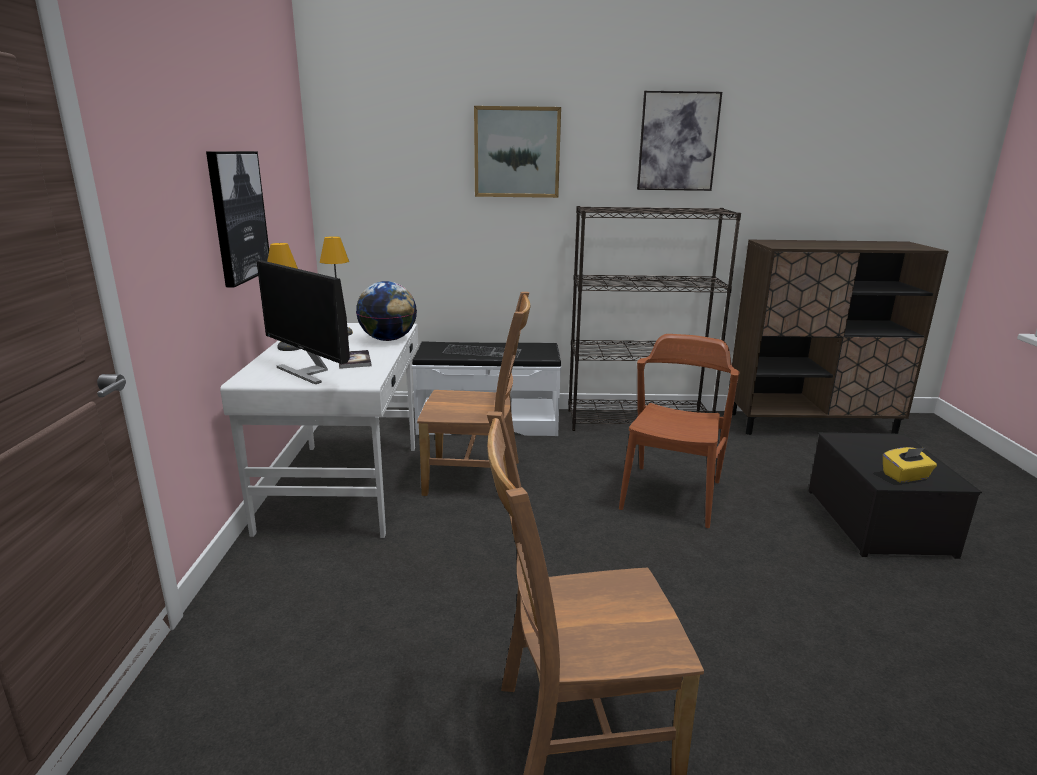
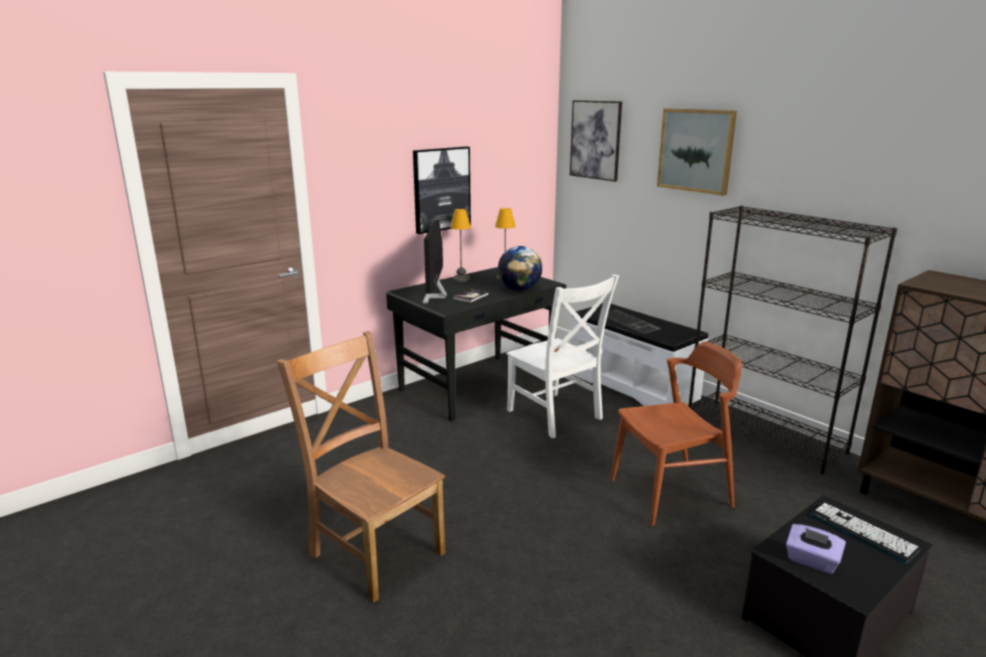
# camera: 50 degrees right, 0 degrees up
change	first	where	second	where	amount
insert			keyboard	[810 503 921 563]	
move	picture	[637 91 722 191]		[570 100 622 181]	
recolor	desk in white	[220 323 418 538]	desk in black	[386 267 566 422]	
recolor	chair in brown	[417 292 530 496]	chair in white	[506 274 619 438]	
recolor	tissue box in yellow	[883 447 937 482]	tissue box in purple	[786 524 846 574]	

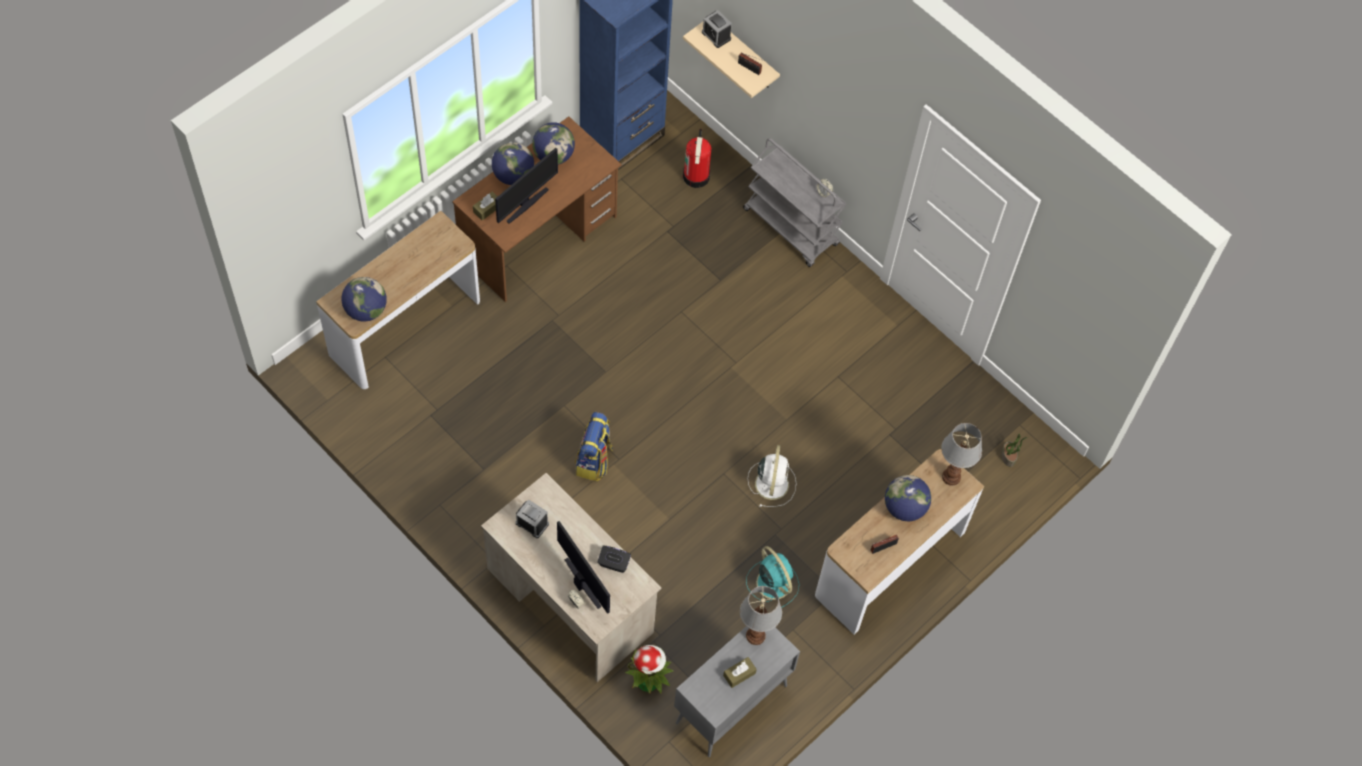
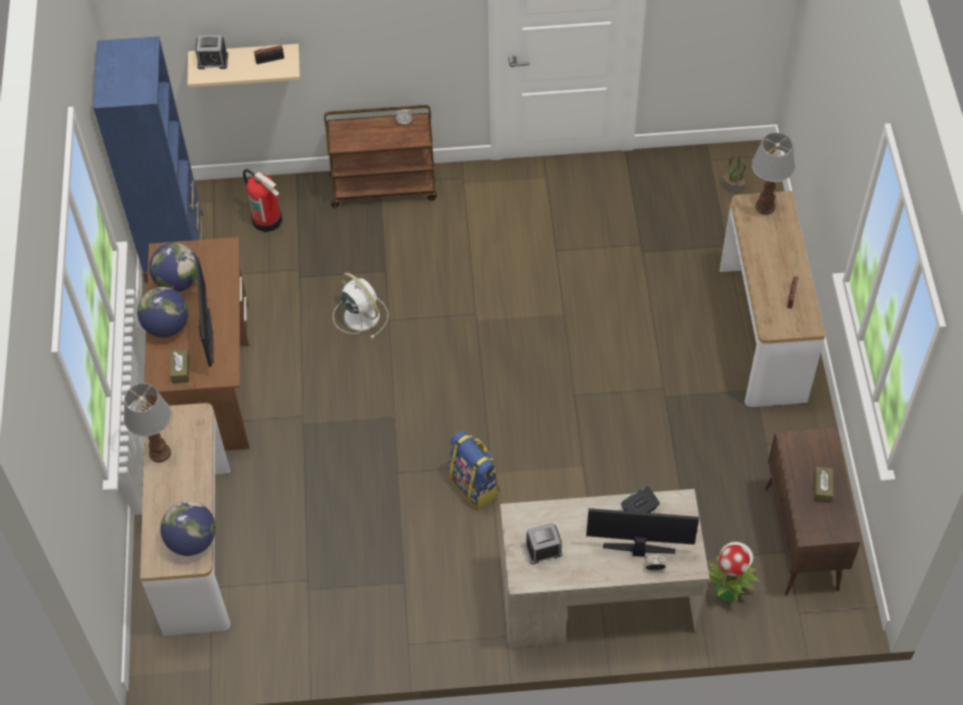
# camera: 45 degrees left, 5 degrees down
change	first	where	second	where	amount
delete	fan in turquoise	[746 546 799 608]			
delete	globe	[885 475 931 521]			
move	table lamp	[740 586 782 645]		[124 383 171 463]	
move	fan in white	[748 445 797 507]		[333 273 388 339]	
recolor	cabinet in grey	[674 626 800 757]	cabinet in brown	[765 428 861 595]	
recolor	cart in grey	[743 138 847 267]	cart in brown	[324 105 437 208]	

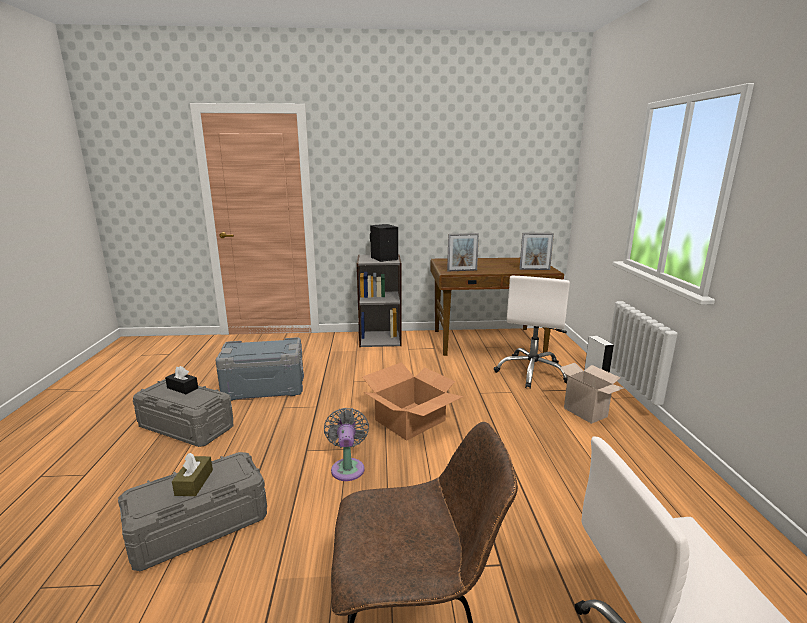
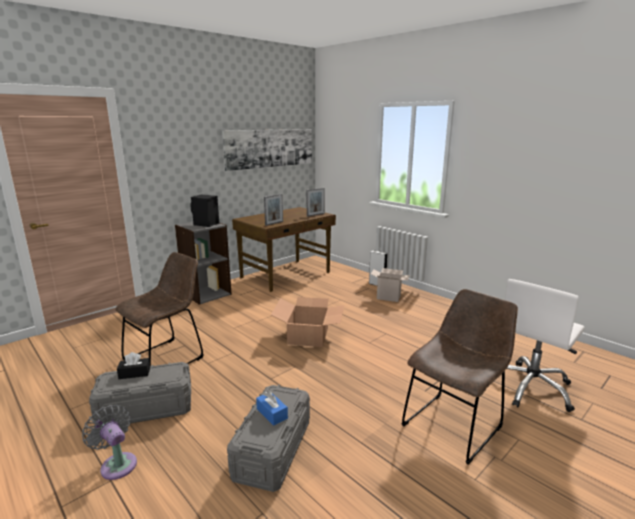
# camera: 40 degrees left, 0 degrees up
change	first	where	second	where	amount
delete	office chair in white	[494 276 570 389]			
insert			picture	[222 129 312 171]	
move	fan in grey	[324 408 369 481]		[82 405 137 480]	
replace	storage box in grey	[215 337 304 401]	chair in brown	[115 252 203 366]	
recolor	tissue box in brown	[172 453 213 496]	tissue box in blue	[256 391 288 426]	

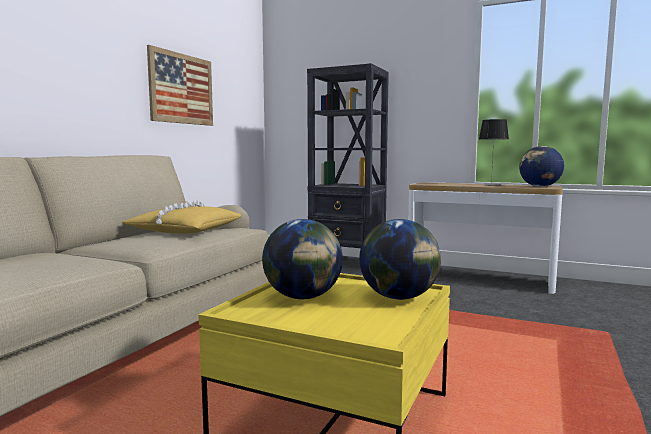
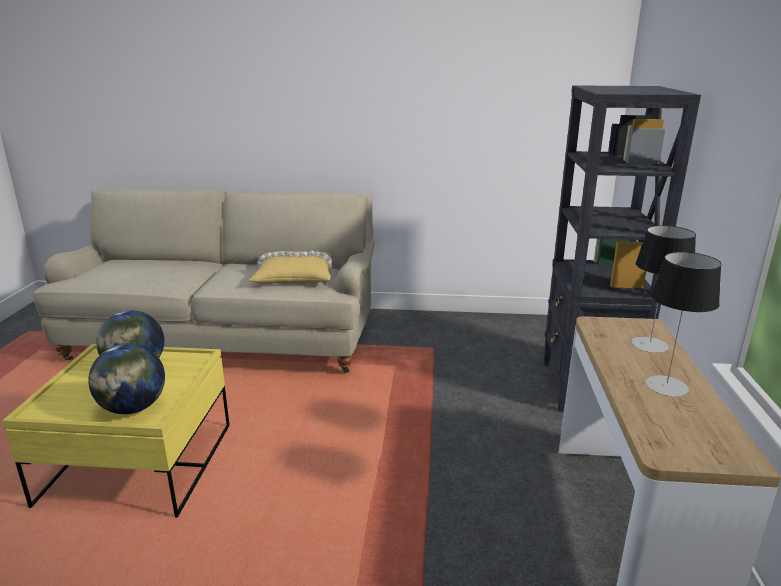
# camera: 70 degrees right, 15 degrees up
change	first	where	second	where	amount
delete	picture	[147 45 213 126]			
delete	globe	[519 146 564 187]			
insert			table lamp	[631 225 696 353]	

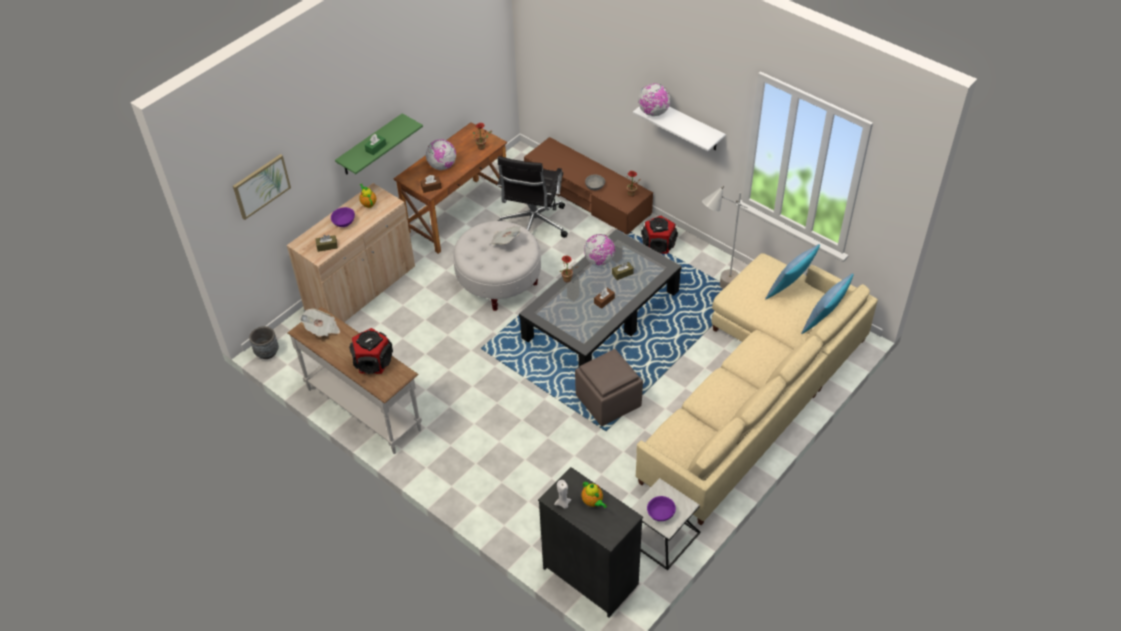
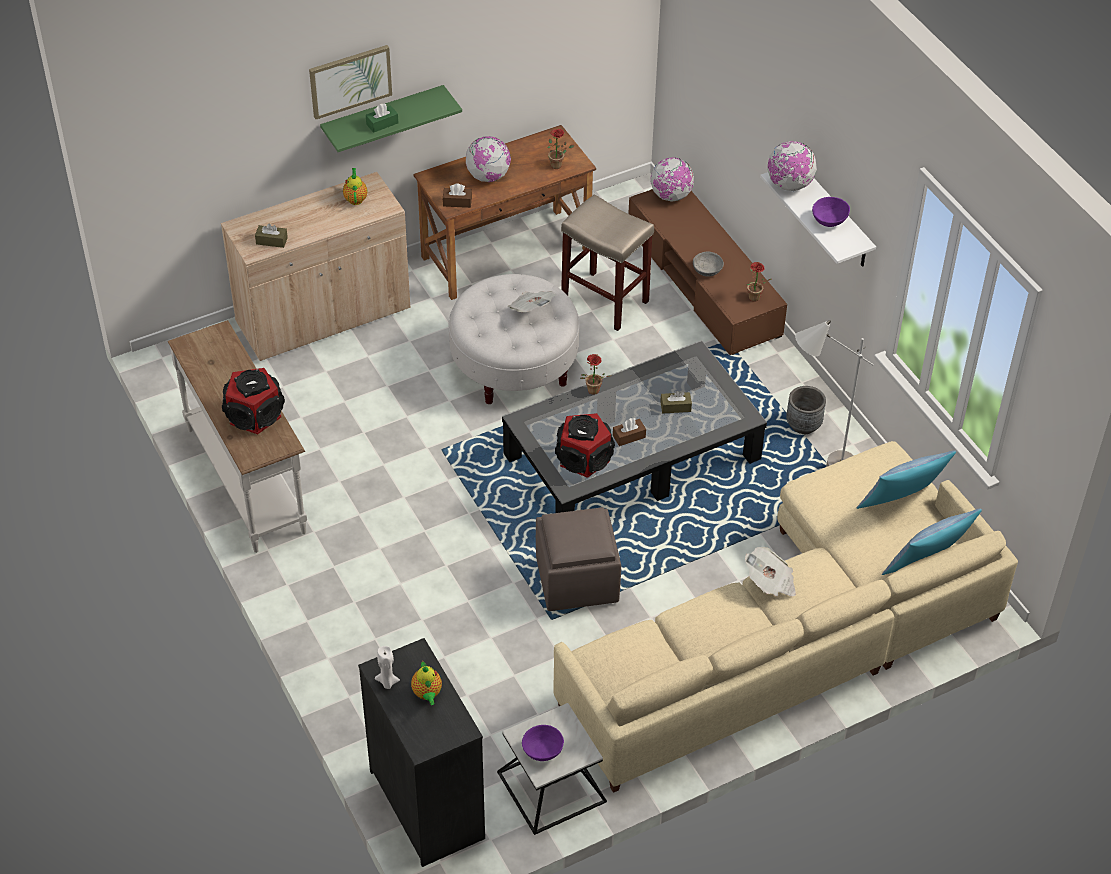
# camera: 20 degrees right, 0 degrees up
change	first	where	second	where	amount
move	picture	[233 154 291 220]		[309 45 392 119]	
move	planter in grey	[249 326 279 359]		[786 386 826 434]	
move	newspaper	[299 308 340 337]		[745 547 796 597]	
move	bowl in purple	[331 207 355 227]		[812 197 850 227]	
move	globe	[584 234 616 266]		[650 158 694 202]	
move	speaker	[641 215 678 254]		[555 413 615 478]	
replace	office chair in black	[497 156 568 238]	stool in beige	[561 194 654 331]	

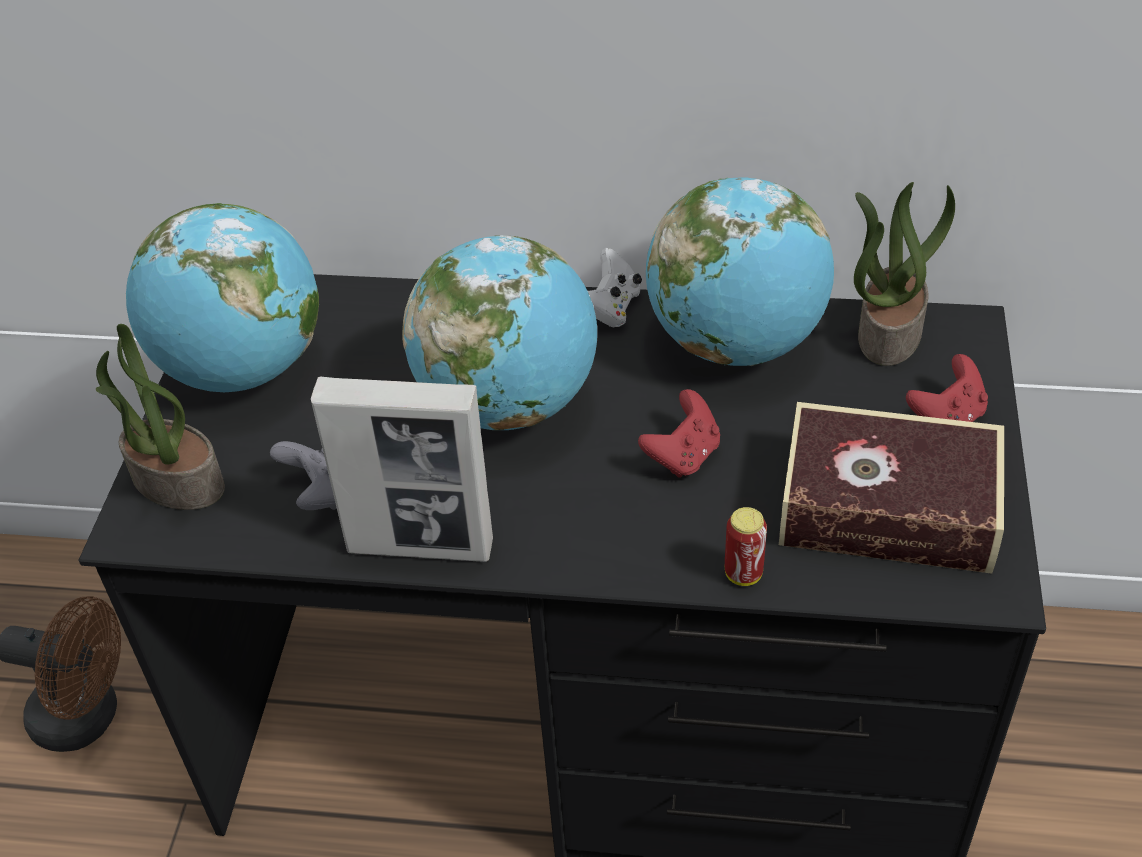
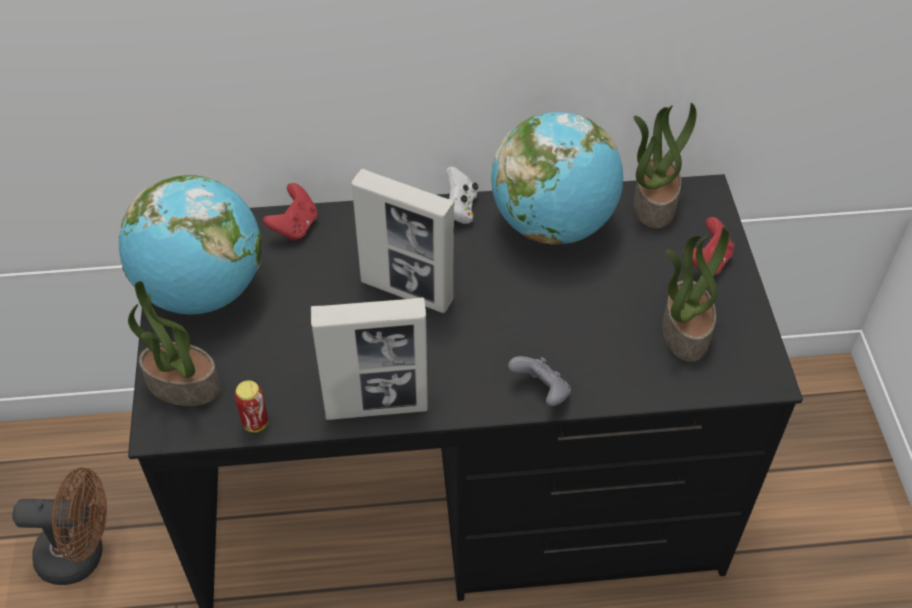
# camera: 15 degrees left, 5 degrees up
change	first	where	second	where	amount
move	game controller in grey	[270 441 337 510]		[508 356 571 406]	
move	game controller in red	[638 389 720 478]		[263 183 317 241]	
move	can	[725 507 767 586]		[234 380 268 432]	
replace	globe	[402 235 597 430]	picture frame	[352 169 455 313]	
replace	book	[779 402 1004 574]	potted plant	[662 227 729 362]	

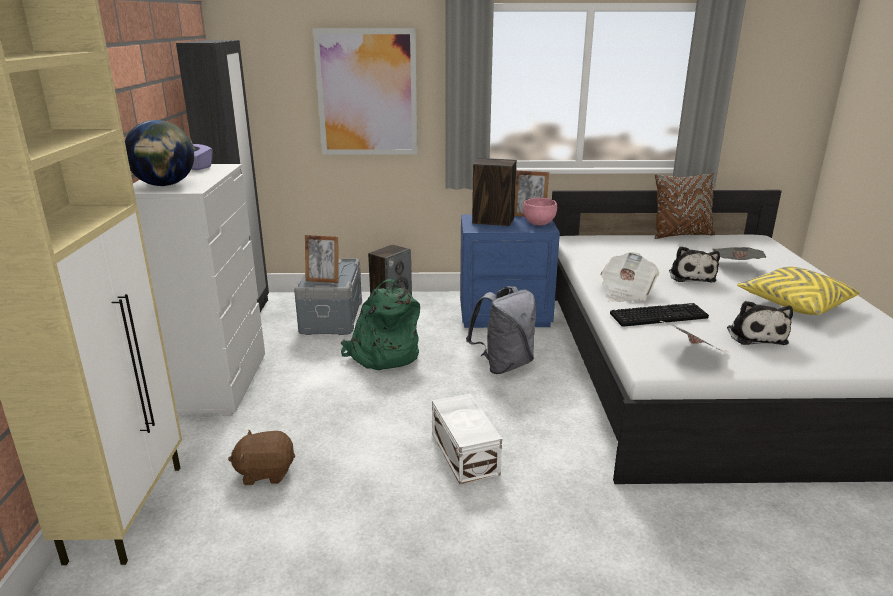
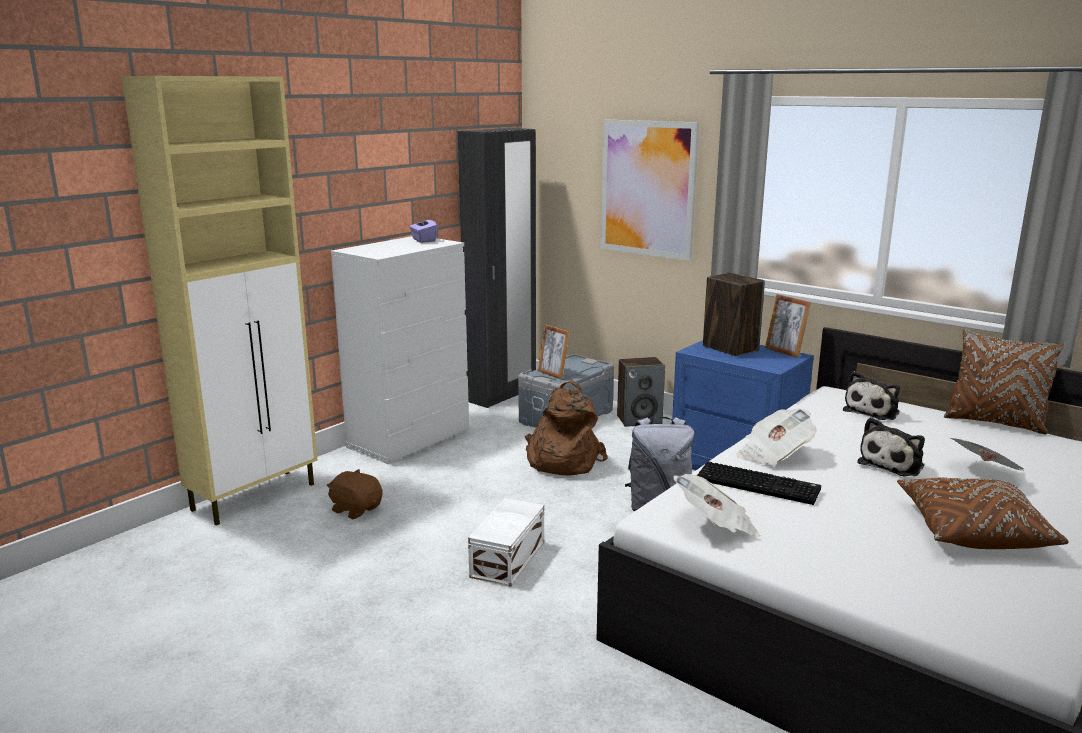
# camera: 40 degrees right, 5 degrees down
change	first	where	second	where	amount
delete	globe	[125 120 194 186]			
delete	bowl in pink	[523 198 557 225]			
move	plush toy	[727 301 793 345]		[843 371 900 420]	
recolor	backpack in green	[341 279 420 370]	backpack in brown	[525 381 608 475]	
recolor	pillow in yellow	[737 267 859 315]	pillow in brown	[897 478 1069 549]	

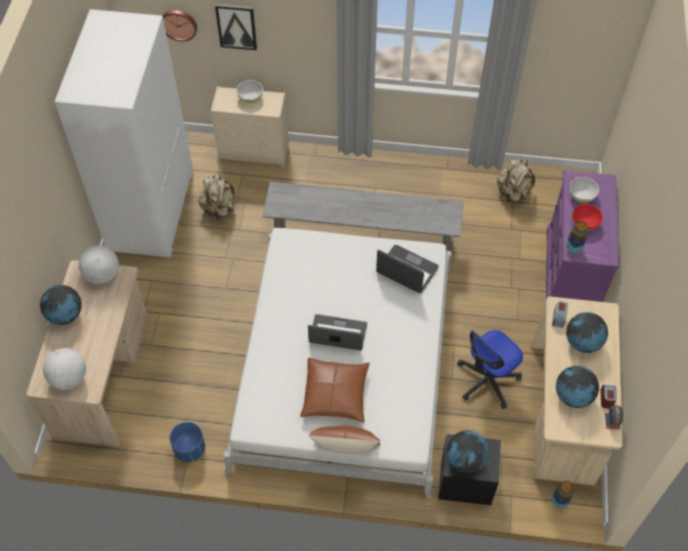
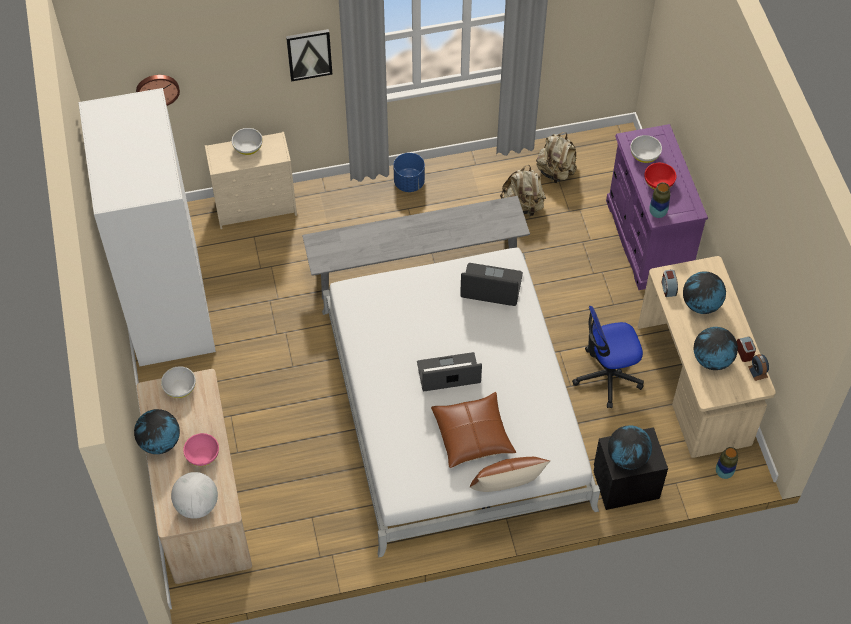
# camera: 20 degrees left, 0 degrees up
change	first	where	second	where	amount
insert			bowl in pink	[183 433 219 466]	
move	planter in blue	[170 422 205 462]		[393 153 425 192]	
move	backpack in beige	[198 174 236 220]		[500 165 546 217]	
move	picture	[215 4 257 50]		[286 29 333 81]	
replace	globe	[79 245 119 284]	bowl in white	[161 366 196 398]	
rotate	office chair	[457 330 523 409]		[572 306 644 408]	45 degrees clockwise

